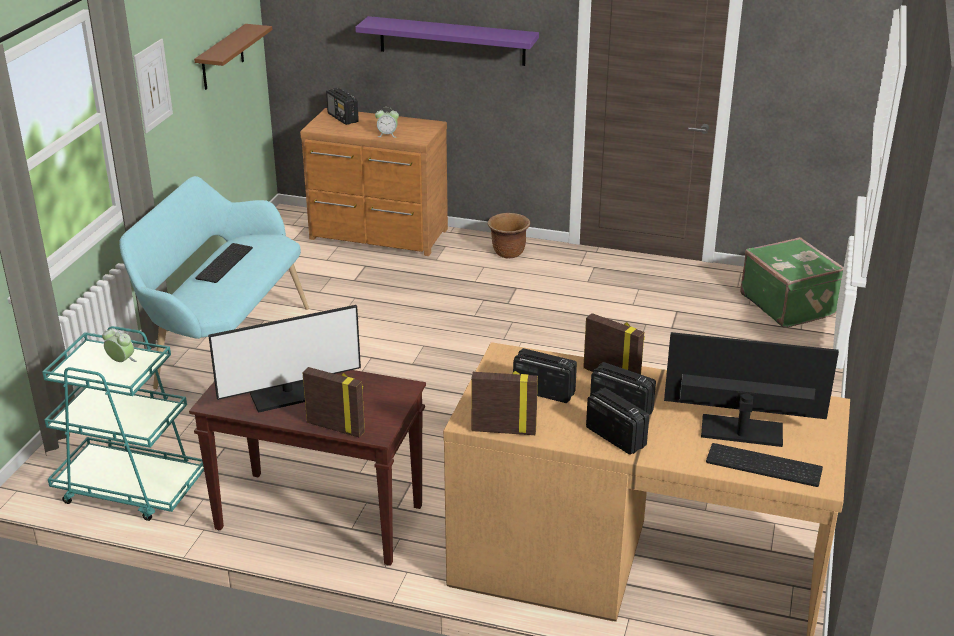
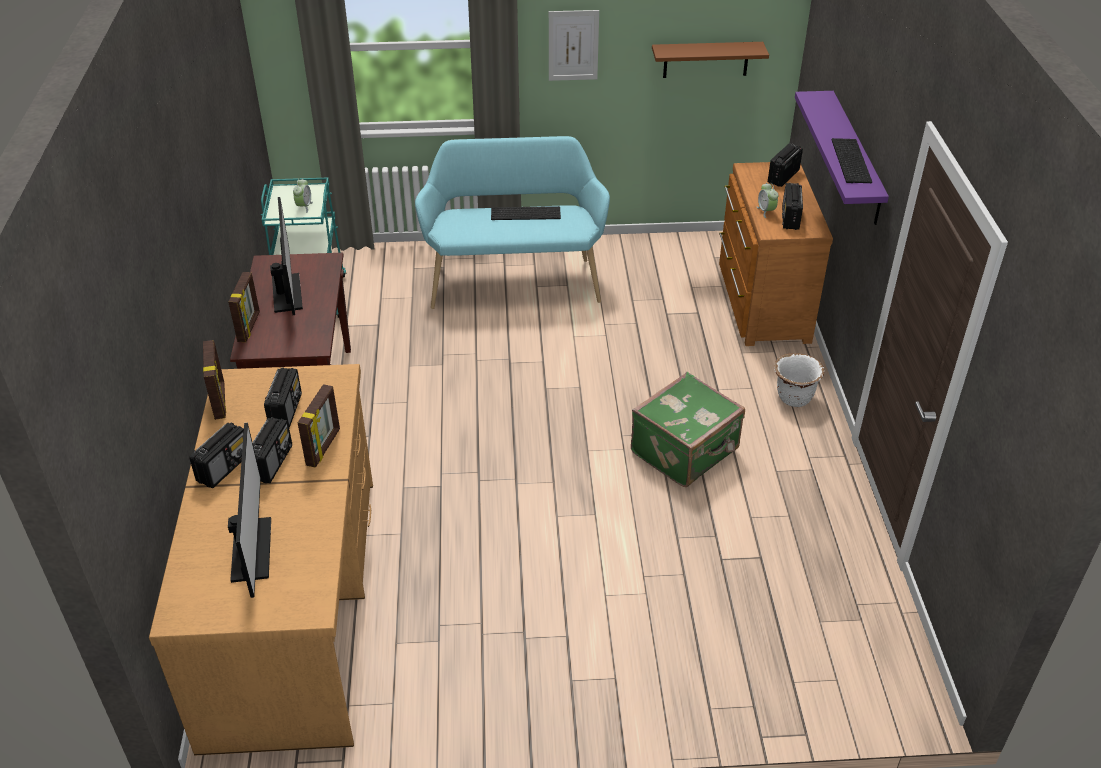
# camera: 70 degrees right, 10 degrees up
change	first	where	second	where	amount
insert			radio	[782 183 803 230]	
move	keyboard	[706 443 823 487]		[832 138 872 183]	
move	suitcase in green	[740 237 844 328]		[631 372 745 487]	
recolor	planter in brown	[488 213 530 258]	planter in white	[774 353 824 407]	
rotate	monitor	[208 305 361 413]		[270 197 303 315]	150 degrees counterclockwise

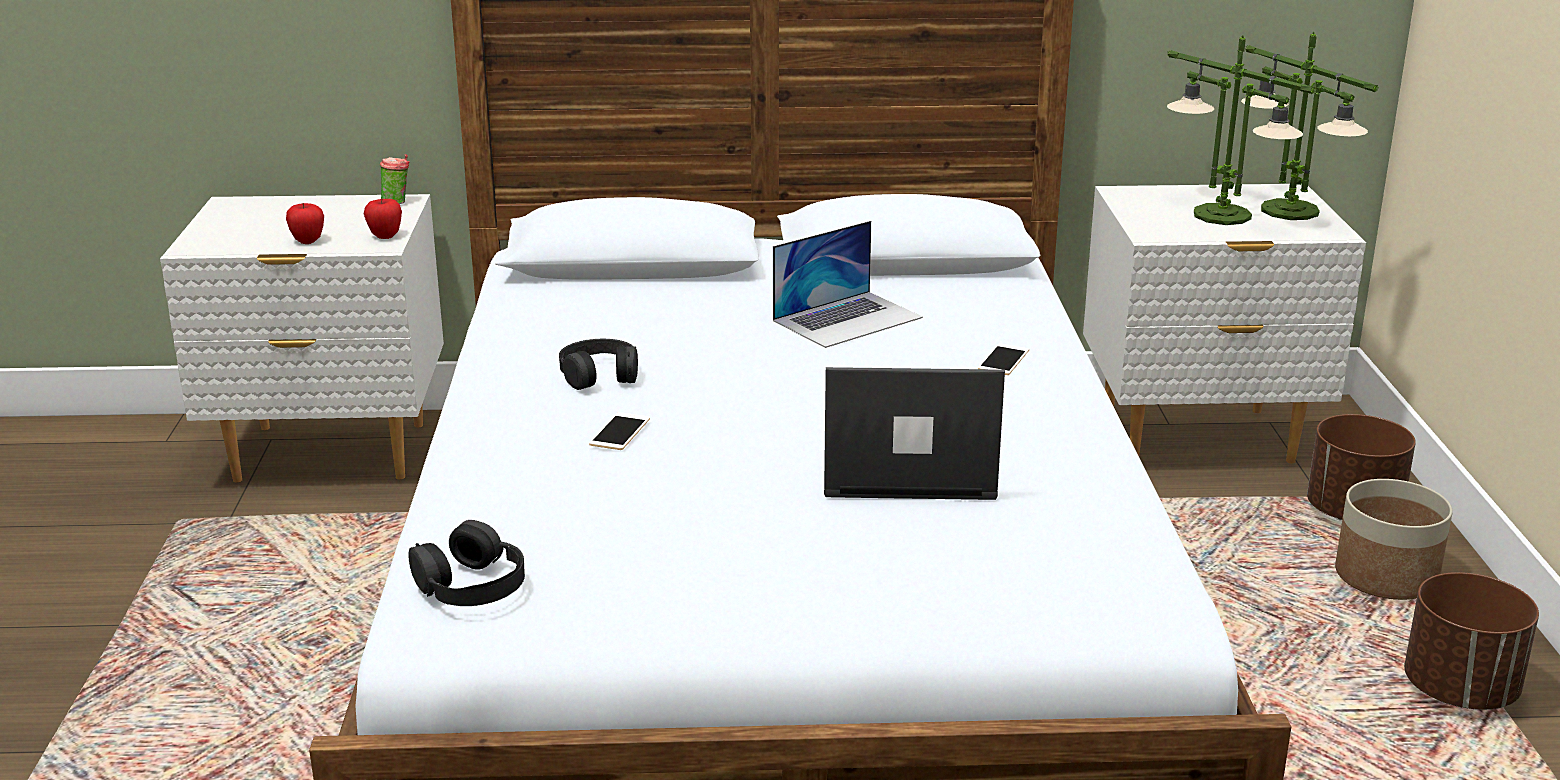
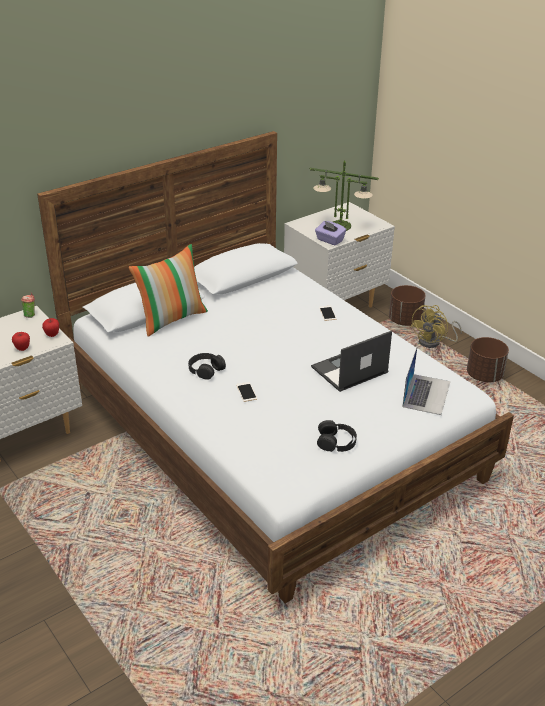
# camera: 35 degrees left, 10 degrees up
change	first	where	second	where	amount
delete	table lamp	[1241 32 1379 220]			
insert			pillow	[129 244 208 337]	
insert			tissue box in purple	[315 221 346 246]	
move	headphones in black	[408 520 525 606]		[317 420 357 452]	
move	laptop	[773 221 923 348]		[403 347 451 415]	
replace	planter	[1335 479 1453 600]	fan in yellow	[410 305 462 348]	

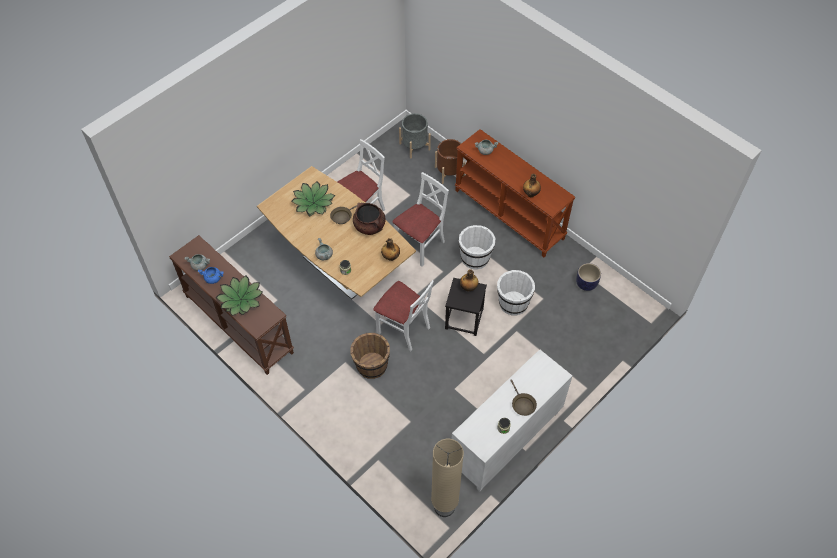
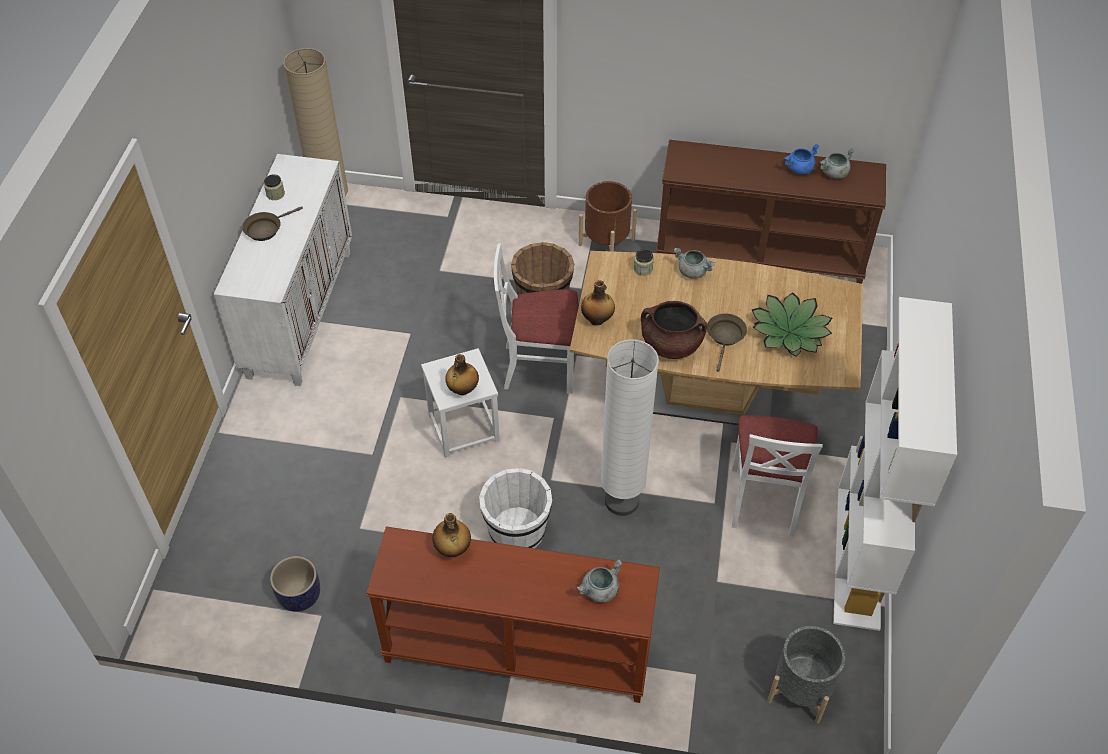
# camera: 145 degrees right, 5 degrees down
change	first	where	second	where	amount
delete	potted plant	[216 275 263 316]			
delete	bucket in white	[497 270 535 315]			
insert			bookcase in white	[833 297 957 631]	
move	planter in brown	[435 139 465 184]		[579 181 637 252]	
replace	chair in white	[392 172 449 267]	floor lamp in white	[601 339 659 516]	
recolor	stool in black	[445 278 487 336]	stool in white	[421 348 500 458]	
rotate	frying pan in brown	[510 379 537 416]		[242 206 303 241]	75 degrees counterclockwise

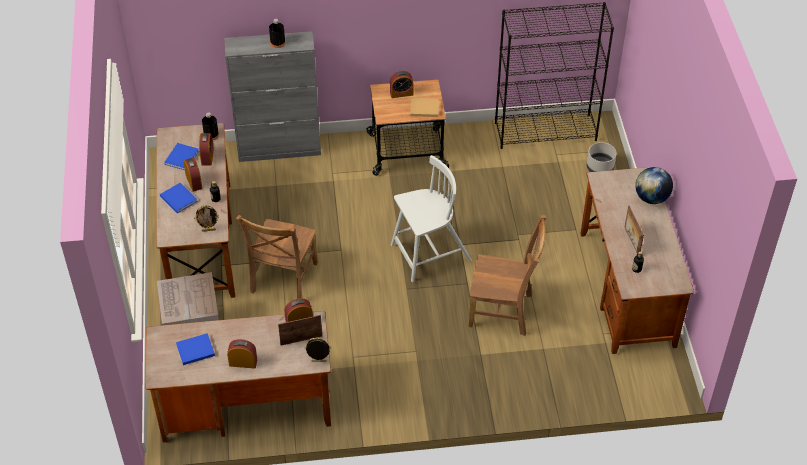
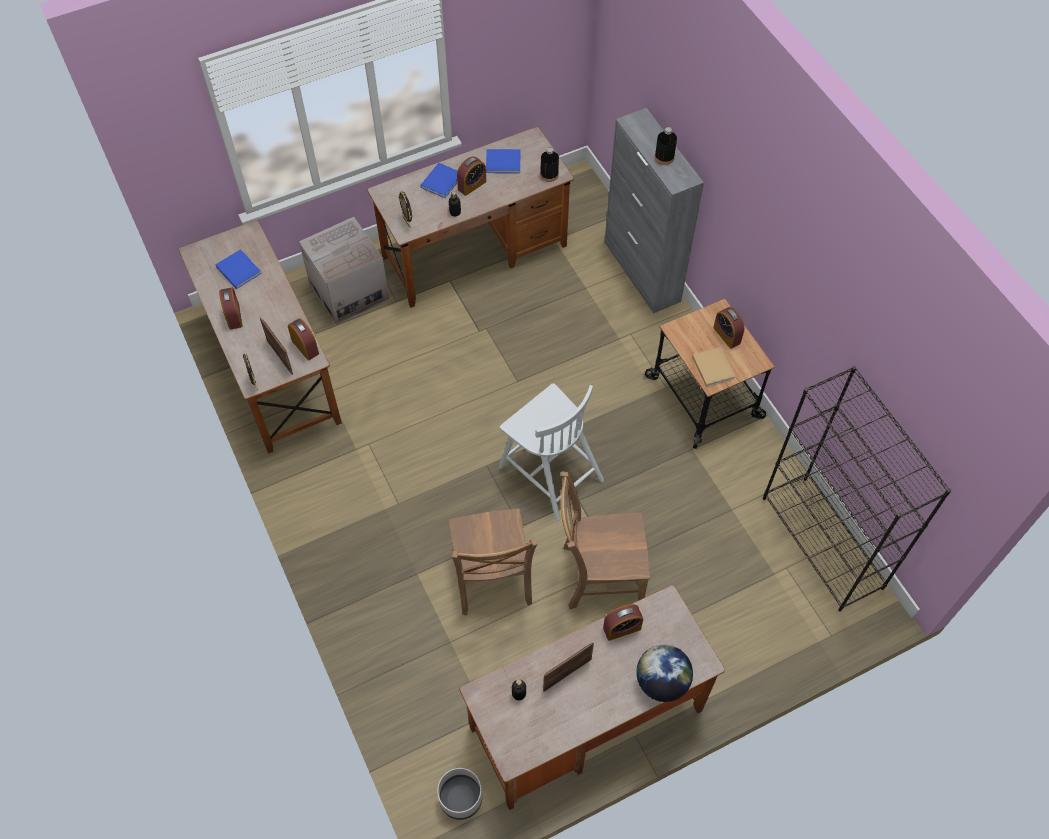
# camera: 70 degrees right, 10 degrees up
change	first	where	second	where	amount
move	alarm clock	[199 133 214 166]		[603 604 643 641]	
move	chair in brown	[236 215 318 299]		[560 471 650 609]	
move	planter in grey	[587 142 616 172]		[437 768 482 820]	

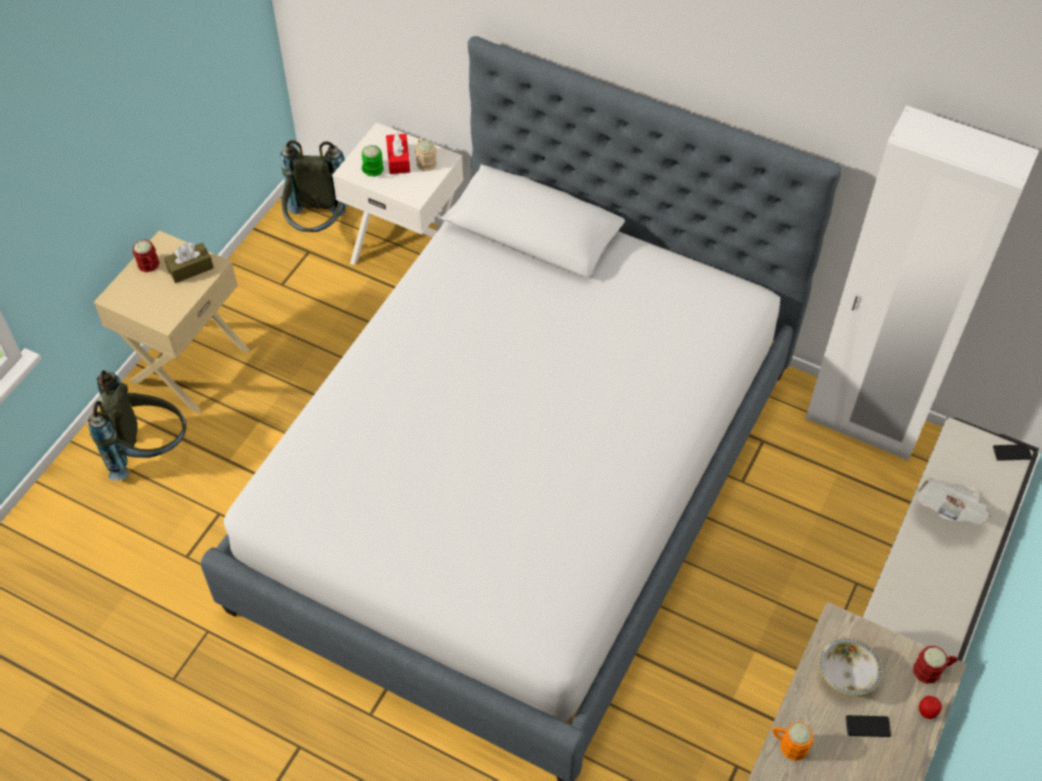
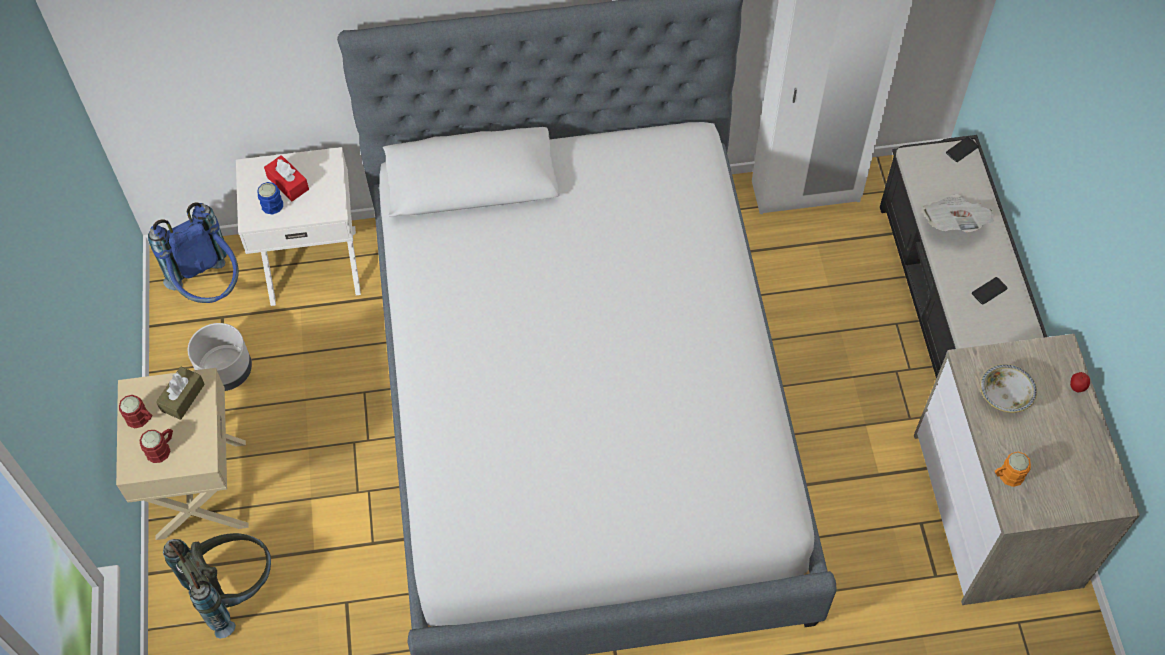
# camera: 35 degrees left, 5 degrees up
change	first	where	second	where	amount
delete	mug in beige	[415 138 437 171]			
insert			planter in grey	[188 323 252 391]	
move	phone	[846 715 891 737]		[972 277 1008 304]	
move	mug in red	[913 646 958 684]		[139 429 173 463]	
recolor	backpack in grey	[280 140 347 232]	backpack in blue	[148 202 239 303]	
recolor	mug in green	[361 145 384 177]	mug in blue	[258 182 283 214]	

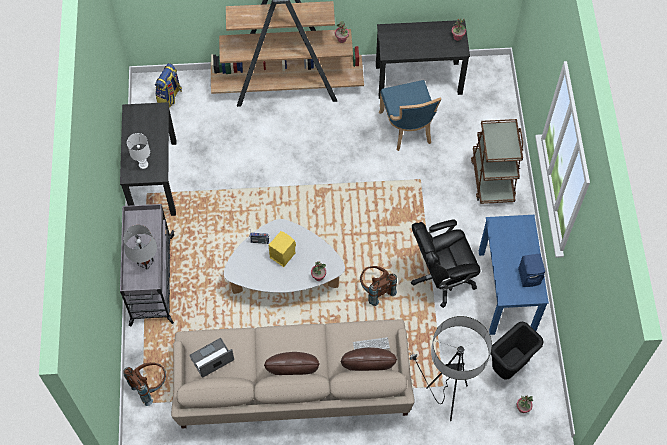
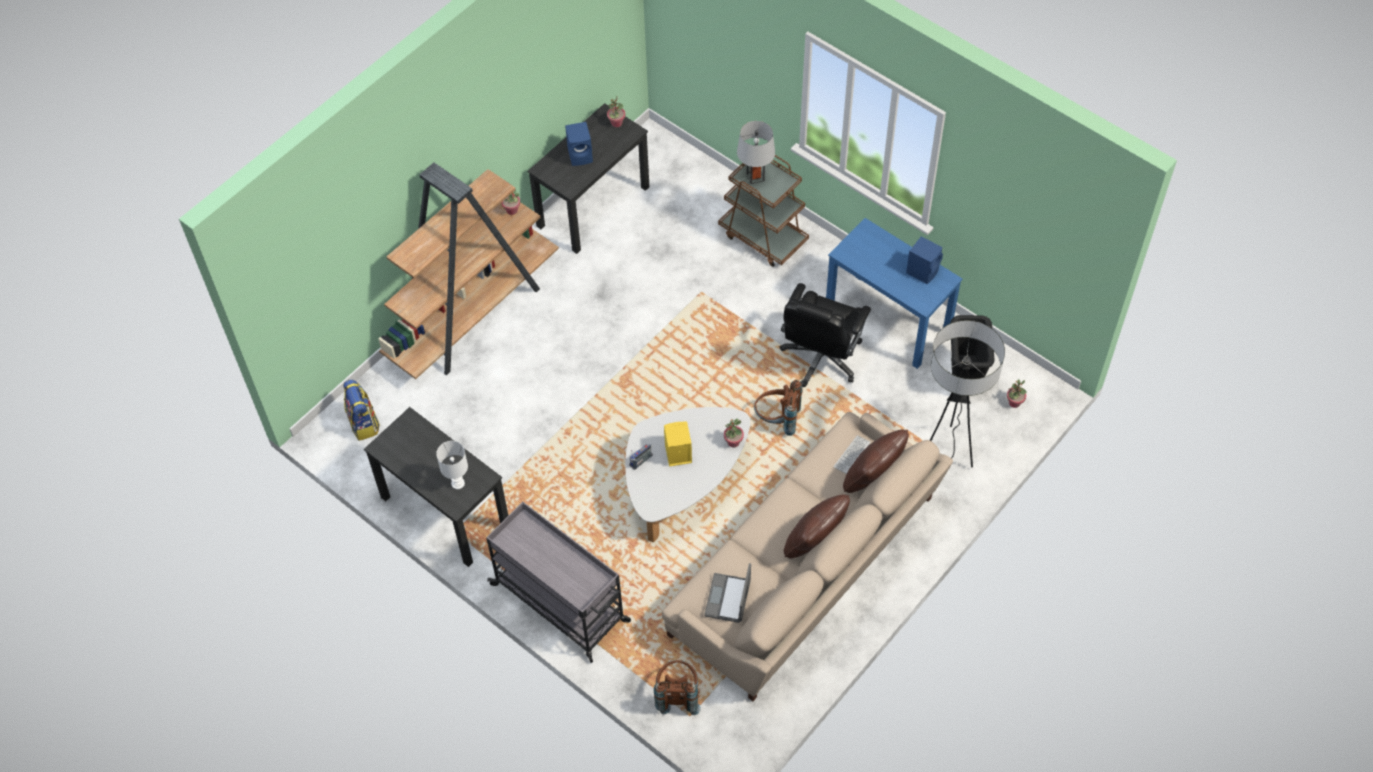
# camera: 45 degrees left, 5 degrees down
change	first	where	second	where	amount
delete	chair in blue	[379 80 441 151]			
insert			speaker in blue	[565 122 593 166]	
move	table lamp in grey	[123 225 157 270]		[737 121 775 184]	

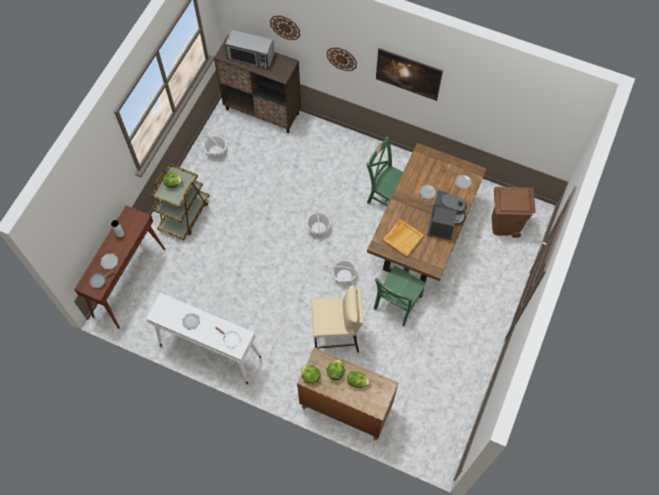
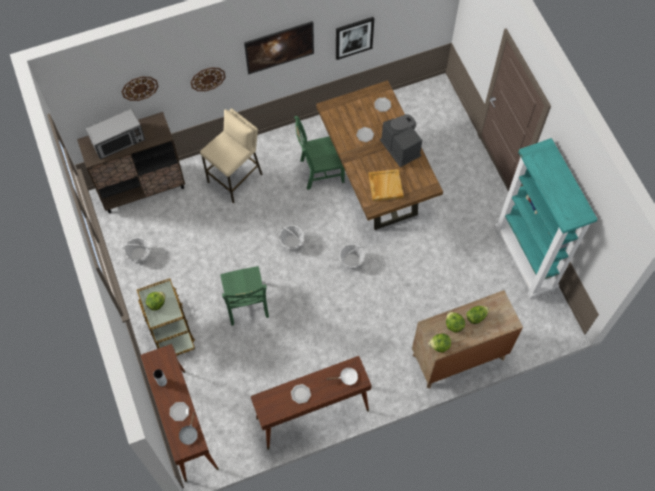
# camera: 45 degrees left, 0 degrees up
change	first	where	second	where	amount
delete	trash can in brown	[492 187 536 238]			
insert			picture	[336 17 374 60]	
insert			bookcase in turquoise	[495 138 598 299]	
move	stool in beige	[312 285 364 353]		[200 109 262 203]	
move	chair in green	[374 266 426 326]		[220 266 269 325]	
recolor	console table in white	[146 293 261 384]	console table in brown	[251 356 372 450]	

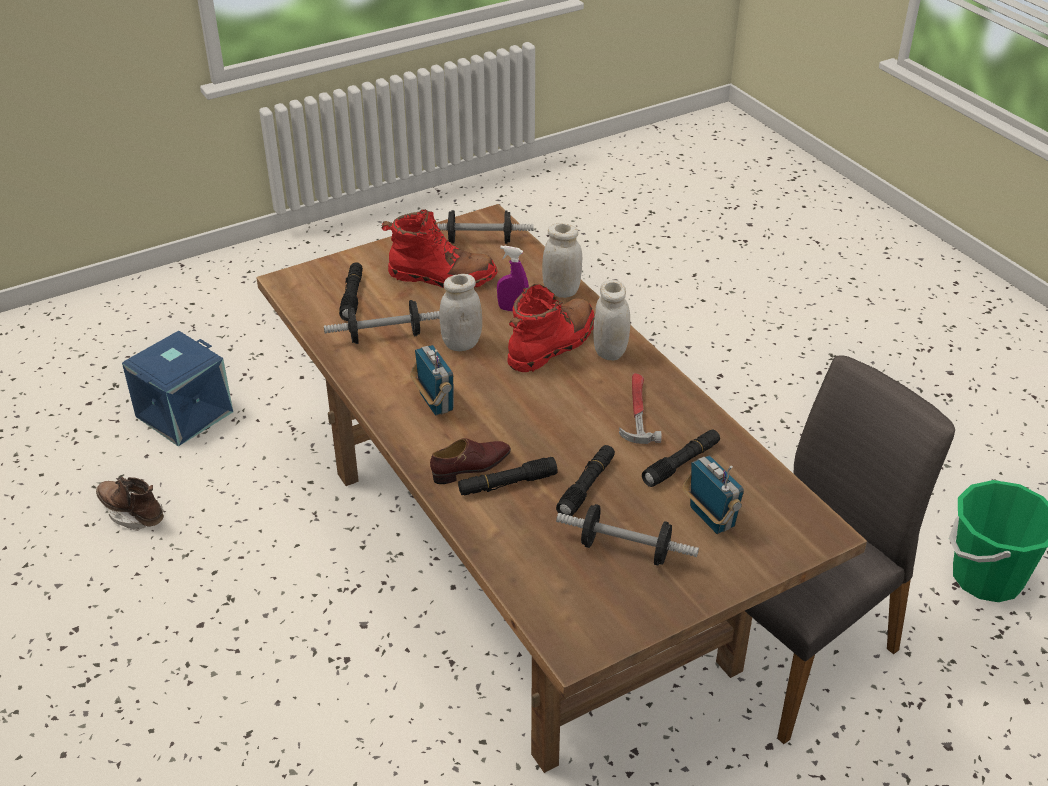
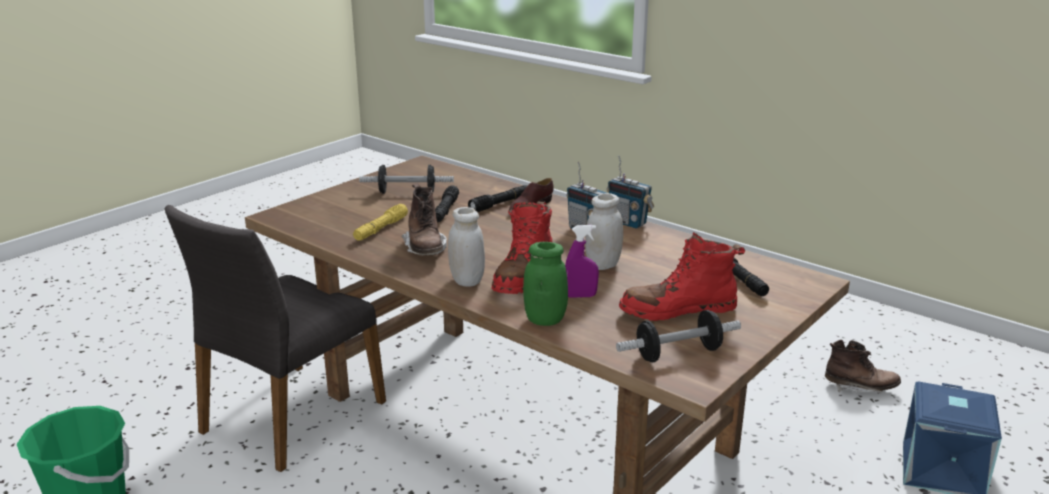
# camera: 160 degrees right, 15 degrees down
change	first	where	second	where	amount
delete	dumbbell	[324 300 439 344]			
move	radio	[683 456 744 534]		[607 156 654 229]	
replace	hammer	[619 373 662 444]	boot in brown	[402 183 447 256]	
recolor	jar in white	[542 223 582 298]	jar in green	[523 242 568 326]	
recolor	flashlight in black	[642 429 720 487]	flashlight in yellow	[353 204 408 241]	

